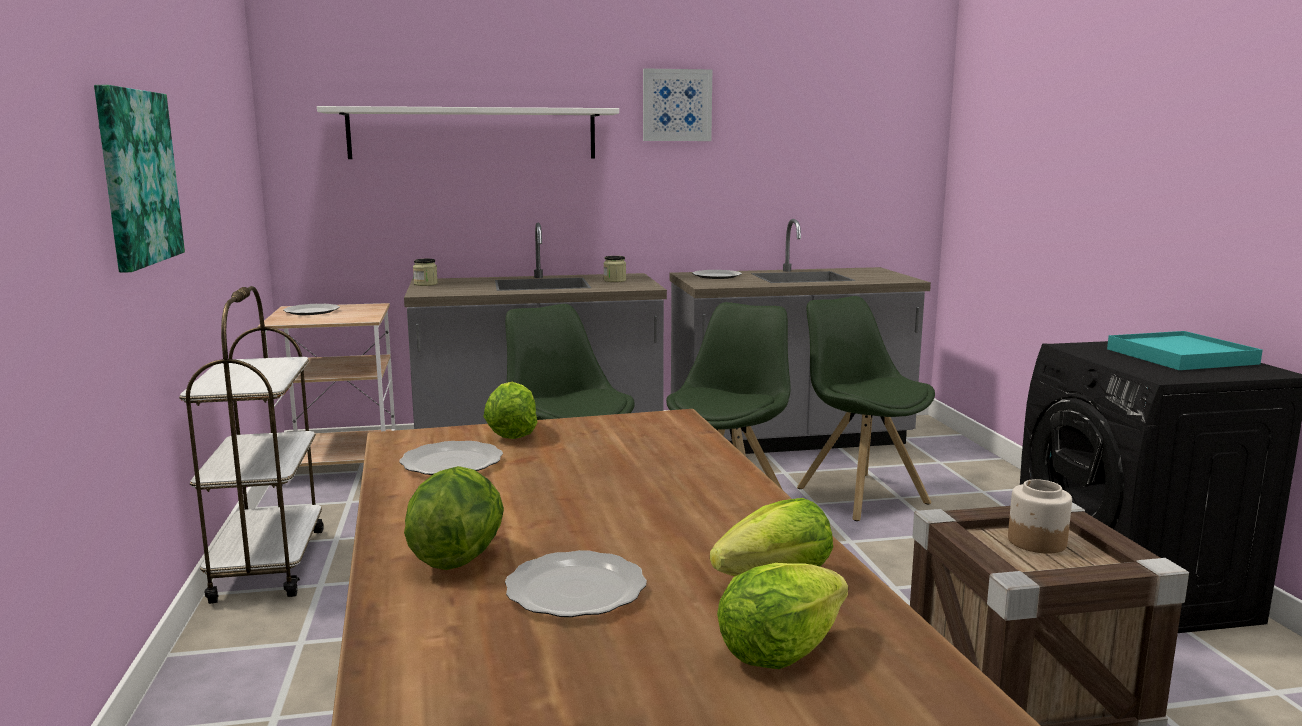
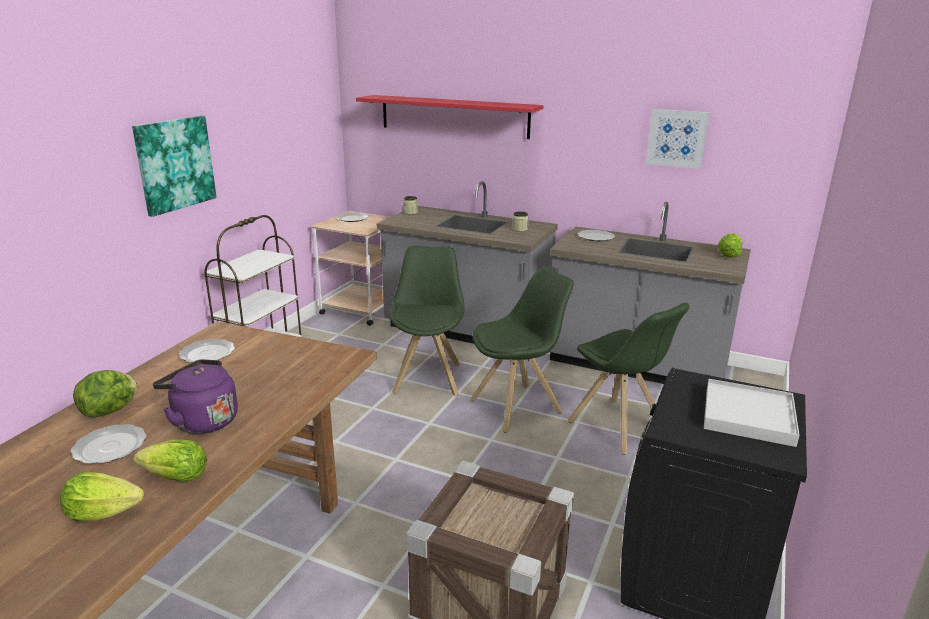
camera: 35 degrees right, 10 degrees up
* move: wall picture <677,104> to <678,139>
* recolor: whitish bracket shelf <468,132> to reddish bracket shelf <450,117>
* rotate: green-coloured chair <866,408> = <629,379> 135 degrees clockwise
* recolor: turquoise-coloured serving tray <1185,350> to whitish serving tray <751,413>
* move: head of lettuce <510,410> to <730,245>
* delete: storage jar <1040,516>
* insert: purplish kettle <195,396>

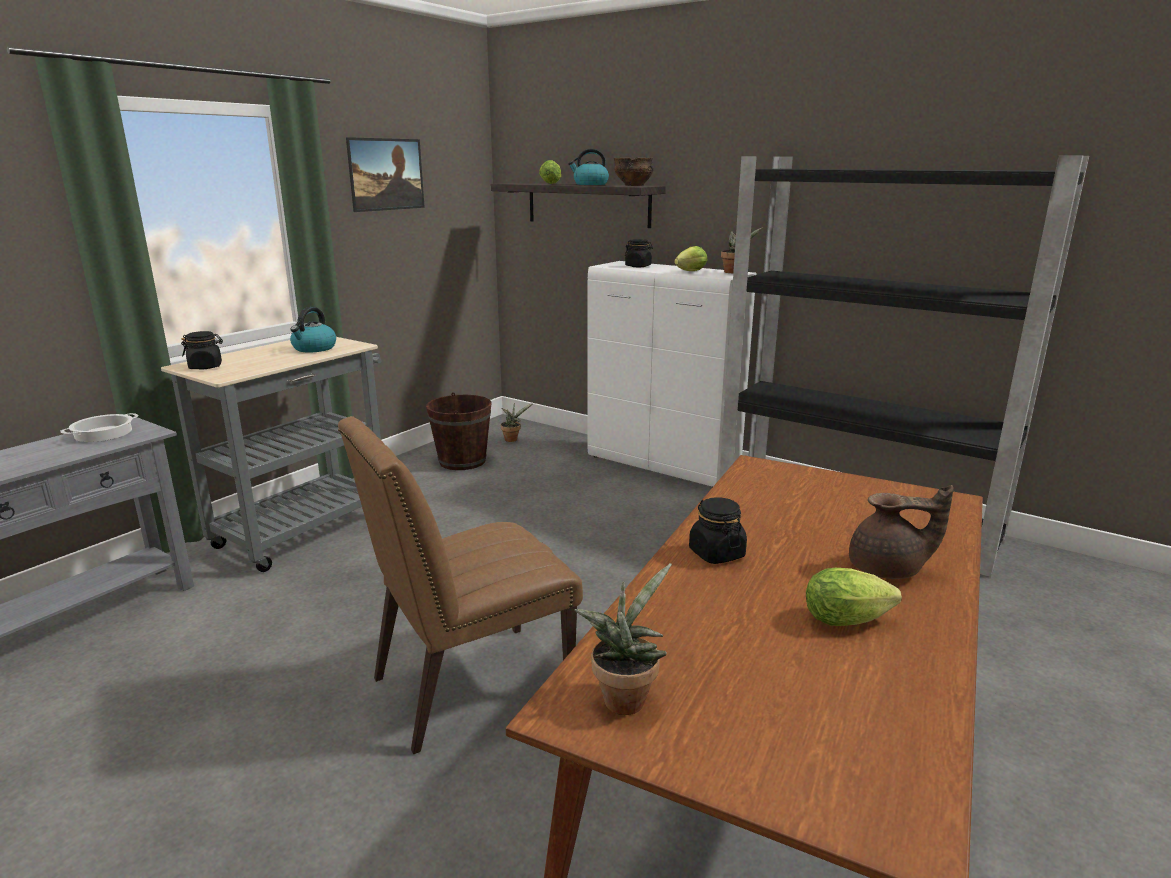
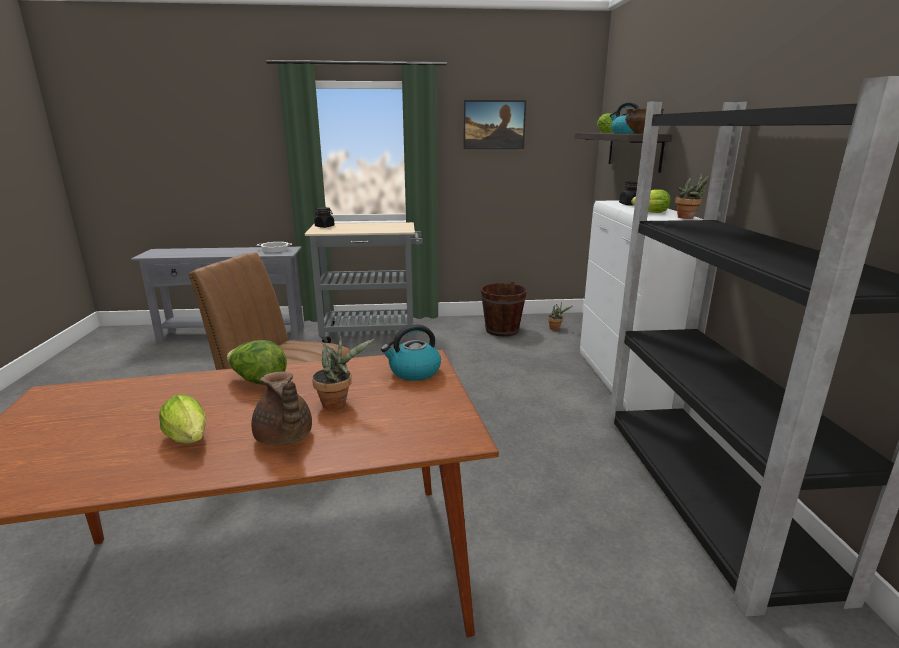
camera: 50 degrees right, 0 degrees up
* move: kettle <313,330> to <411,352>
* replace: black-coloured storage jar <718,530> to head of lettuce <257,362>
* move: plant in a pot <623,639> to <343,372>

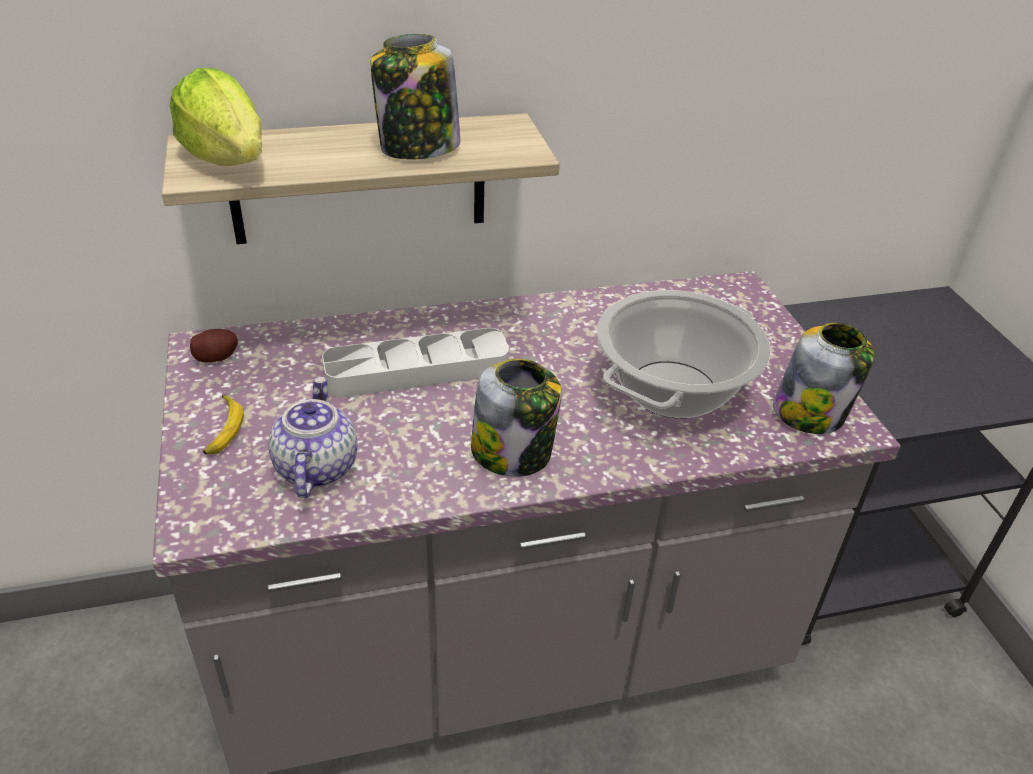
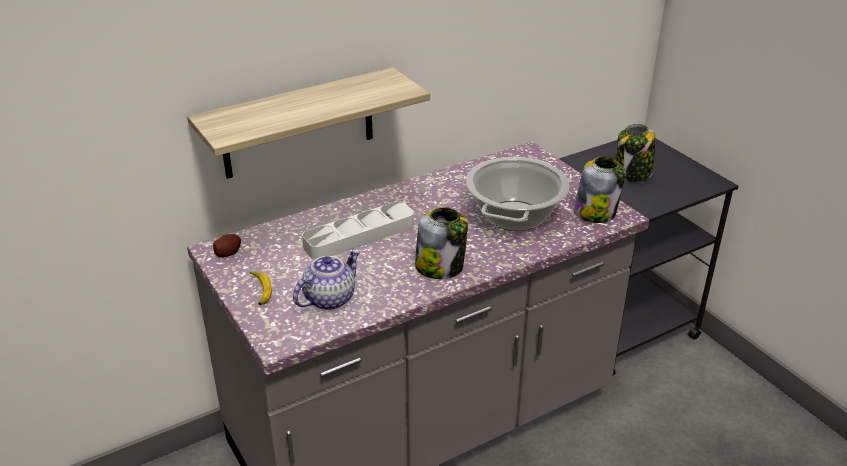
camera: 15 degrees left, 5 degrees down
* move: storage jar <415,96> to <636,153>
* delete: head of lettuce <216,117>
* rotate: teapot <312,437> = <326,279> 60 degrees clockwise

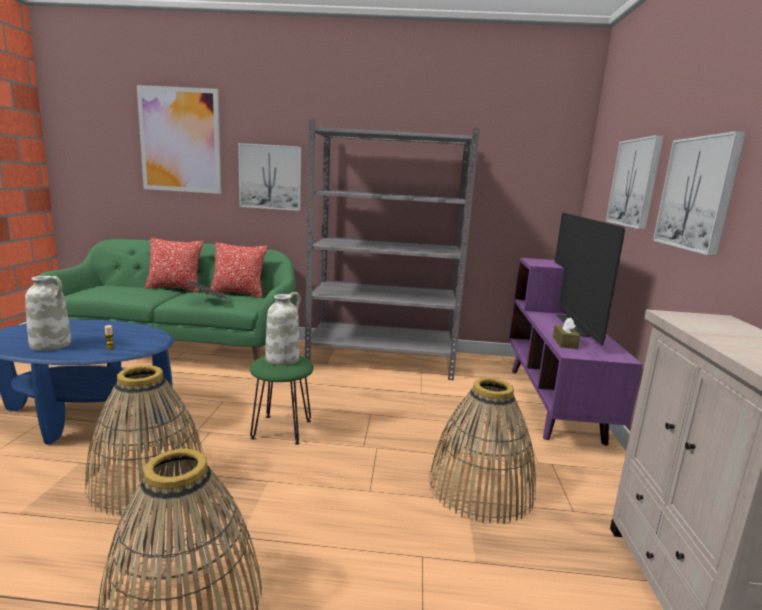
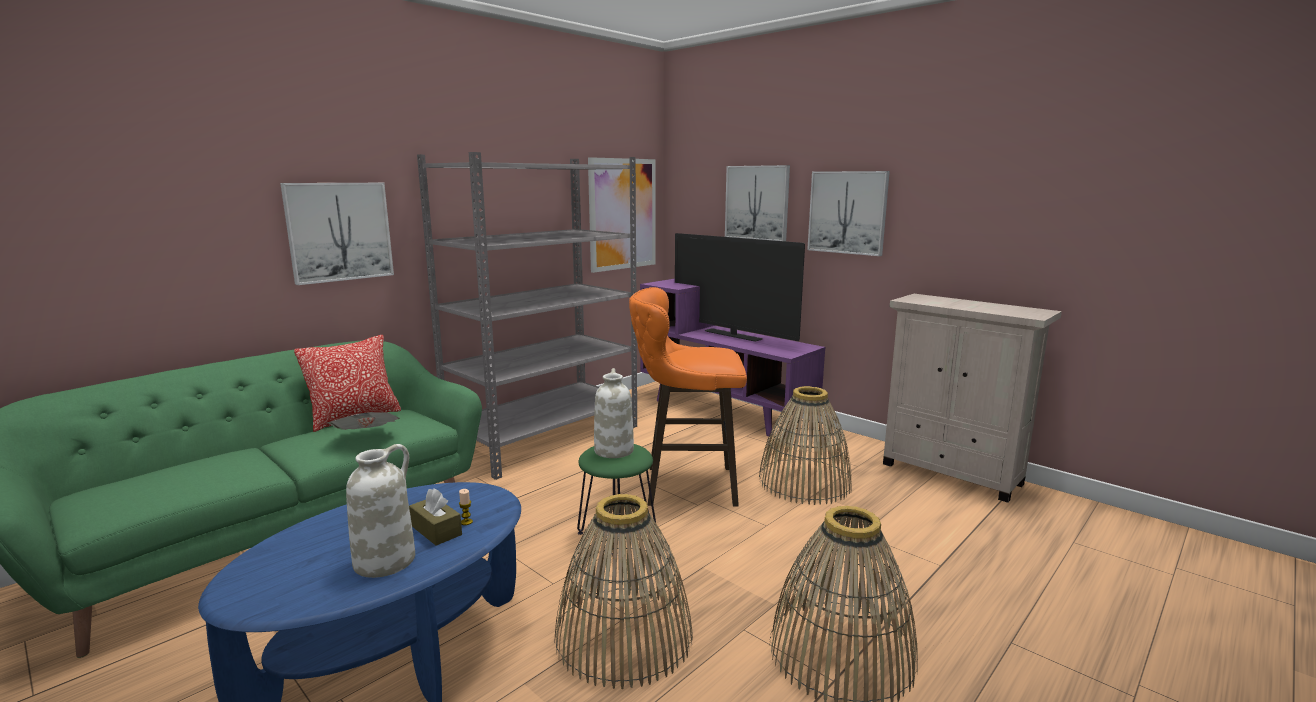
camera: 50 degrees left, 0 degrees up
* move: wall picture <179,139> to <622,215>
* delete: throw pillow <174,265>
* move: brown tissue box <566,333> to <435,517>
* insert: orange stool seat <688,397>

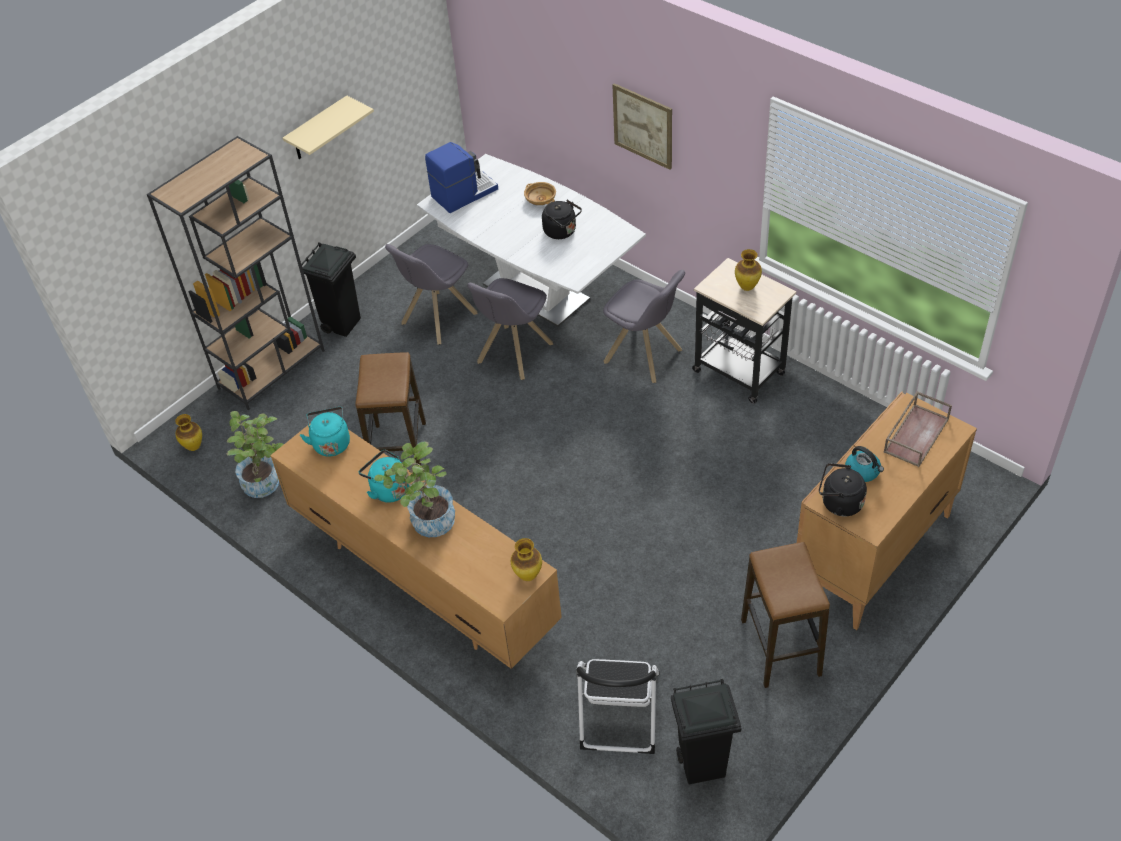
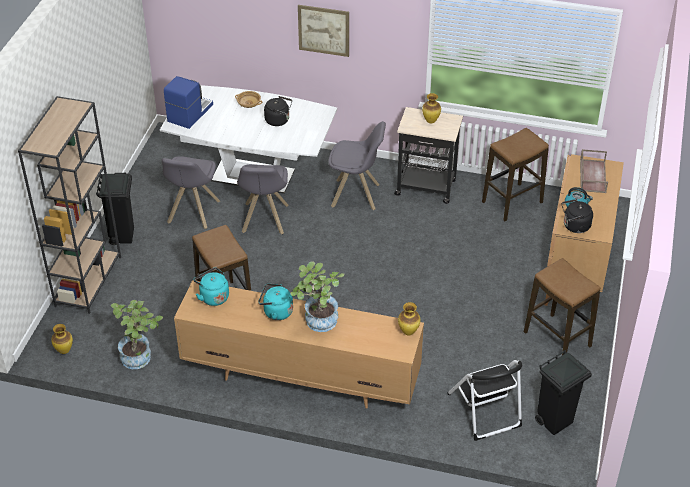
camera: 30 degrees left, 5 degrees down
* delete: beige-coloured bracket shelf <328,127>
* insert: stool seat <515,174>

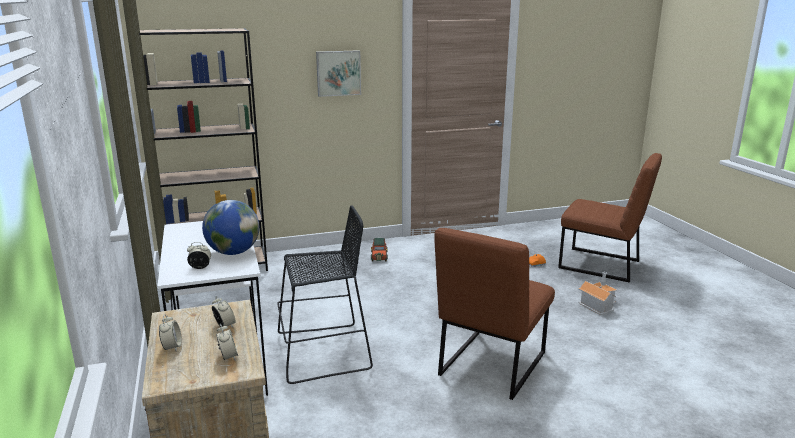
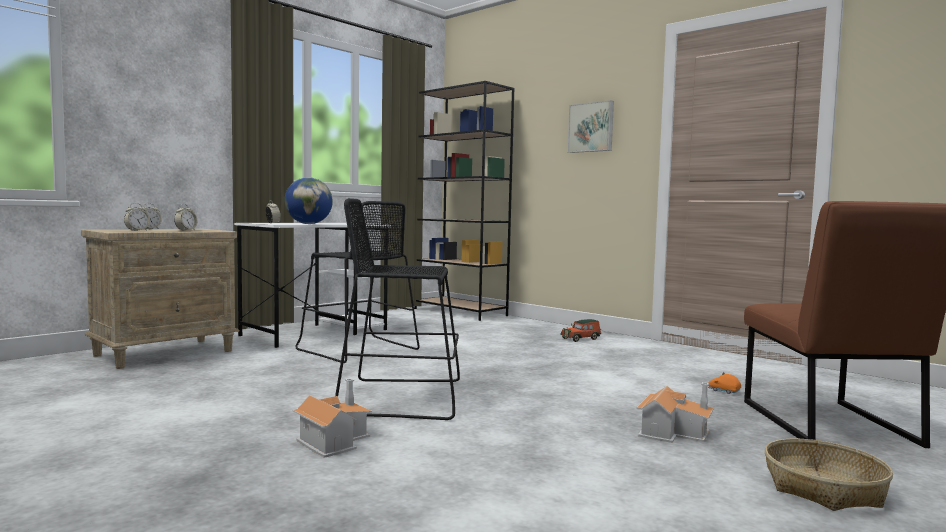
camera: 60 degrees right, 15 degrees down
* replace: brown chair <494,314> to black-coloured stool seat <397,309>
* insert: model house <332,418>
* insert: storage basket <829,475>

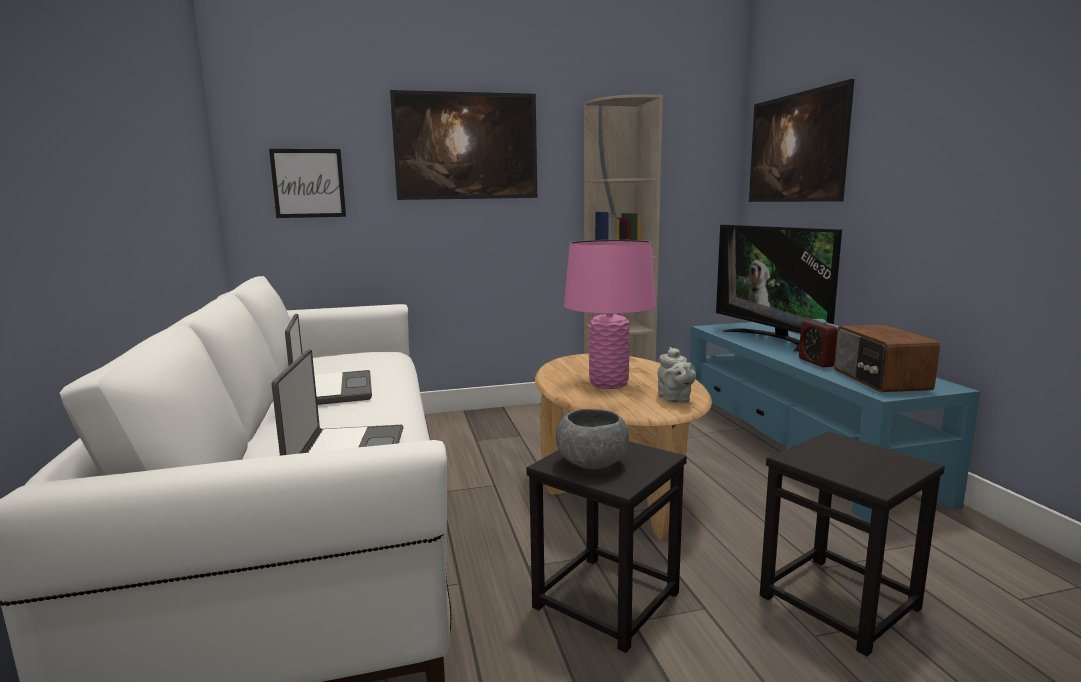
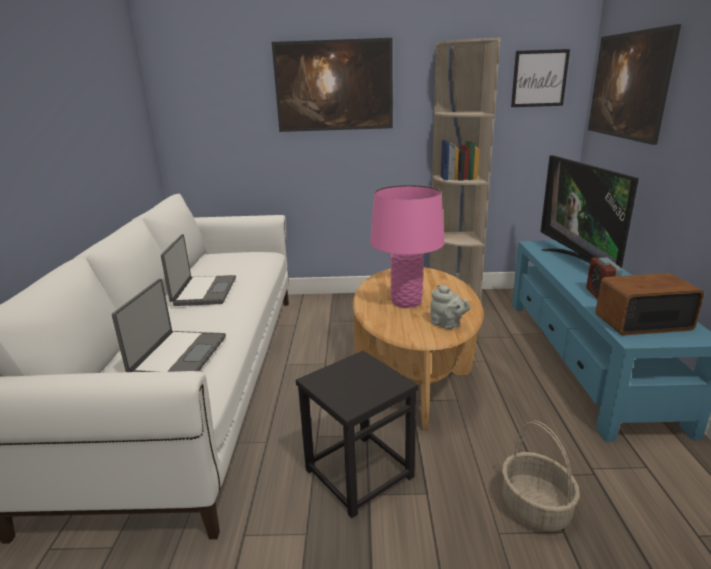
camera: 15 degrees right, 10 degrees up
* move: wall picture <307,183> to <540,78>
* rotate: radio set <887,358> = <650,304> 75 degrees clockwise
* rotate: gray teapot <677,375> = <450,306> 45 degrees counterclockwise
* delete: gray bowl <592,439>
* replace: black-coloured stool seat <852,543> to storage basket <541,476>

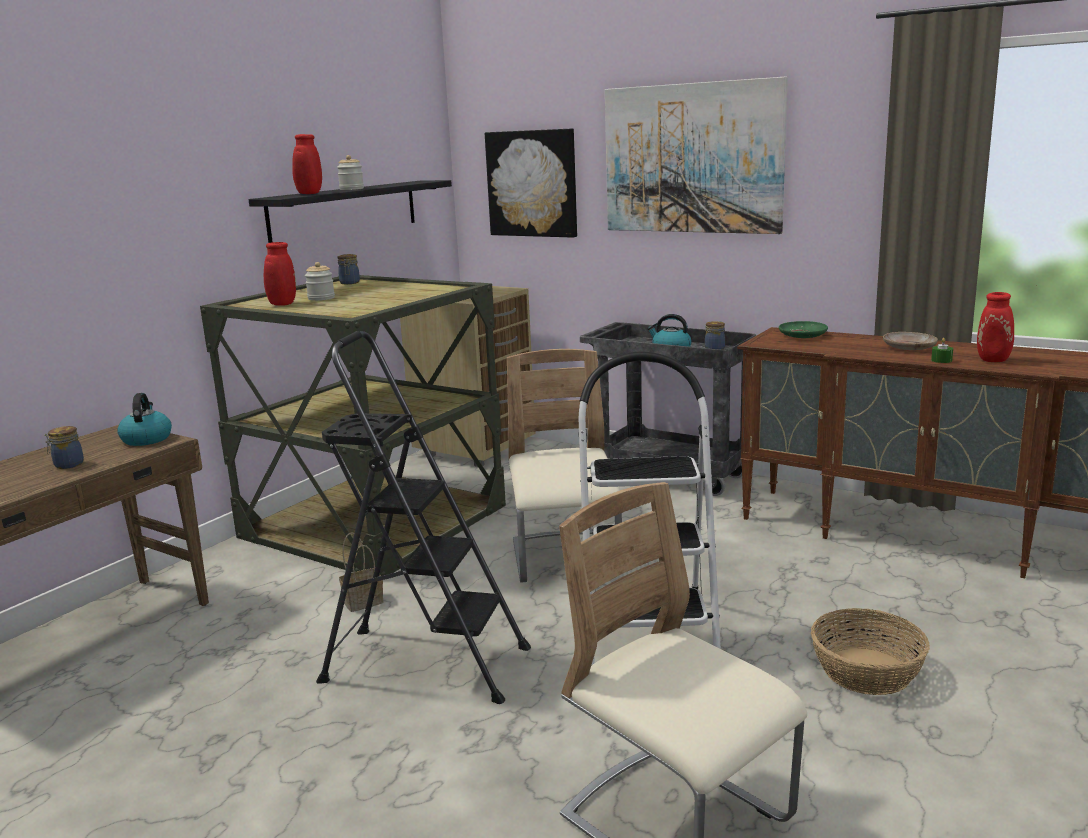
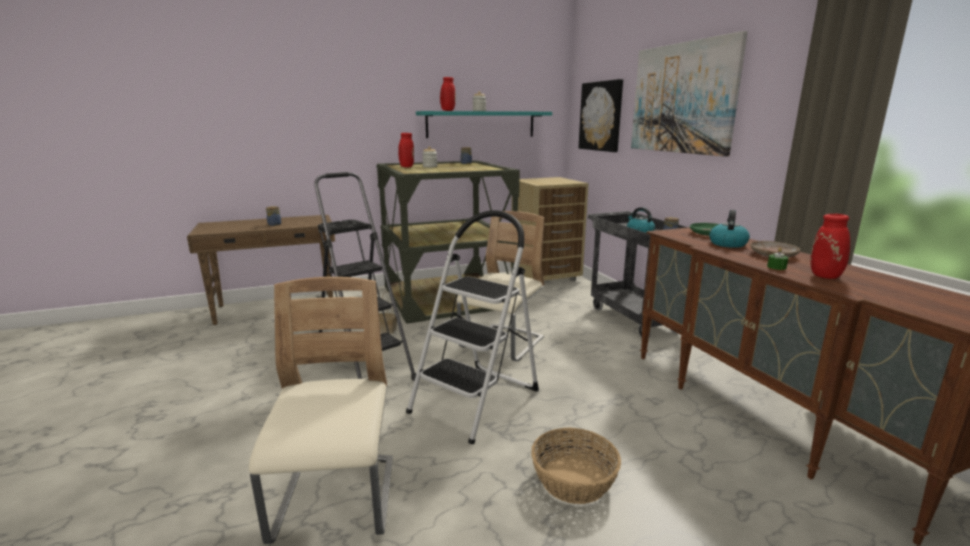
camera: 35 degrees right, 0 degrees up
* recolor: black-coloured bracket shelf <350,211> to turquoise-coloured bracket shelf <484,124>
* move: kettle <144,419> to <729,229>

